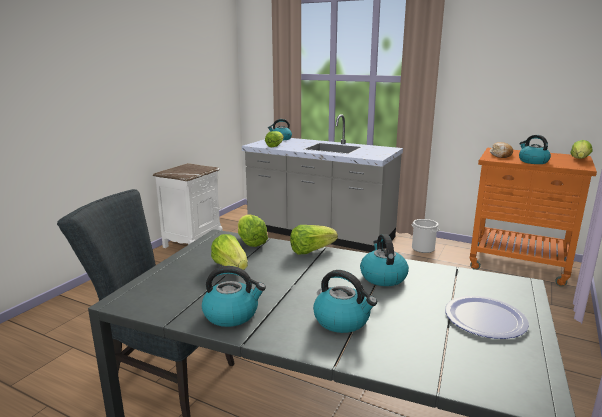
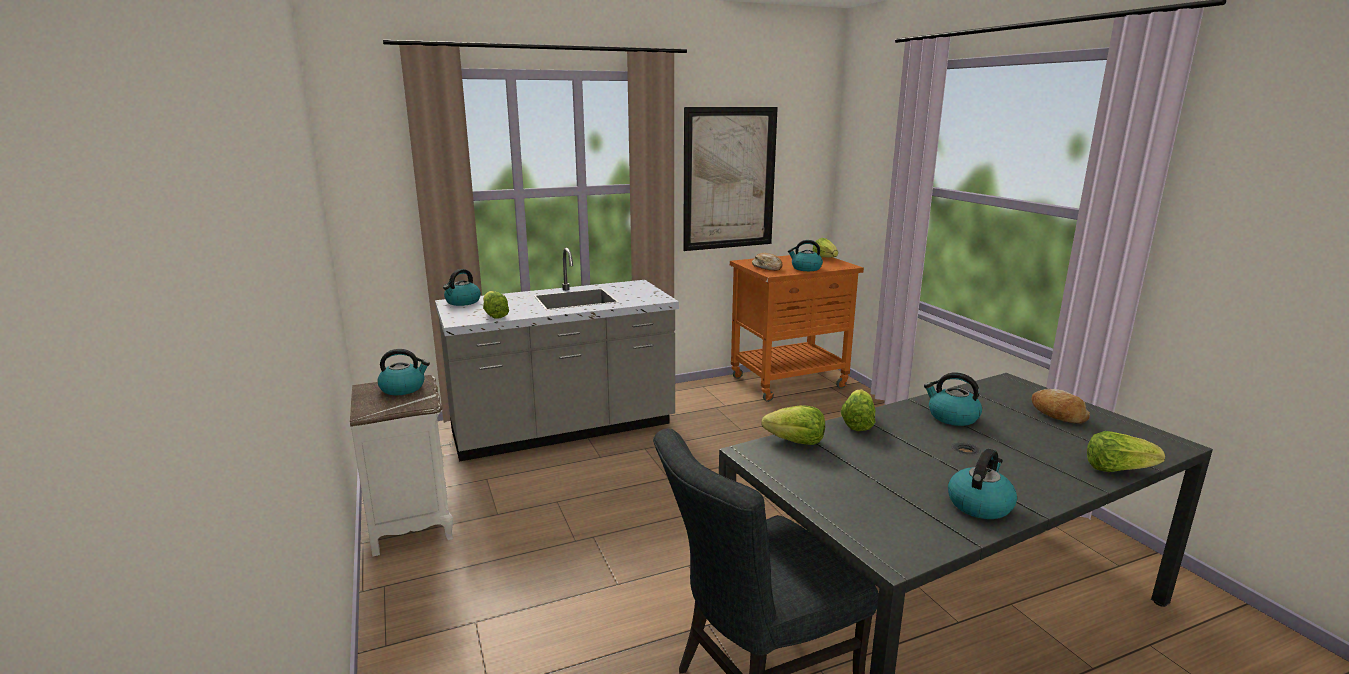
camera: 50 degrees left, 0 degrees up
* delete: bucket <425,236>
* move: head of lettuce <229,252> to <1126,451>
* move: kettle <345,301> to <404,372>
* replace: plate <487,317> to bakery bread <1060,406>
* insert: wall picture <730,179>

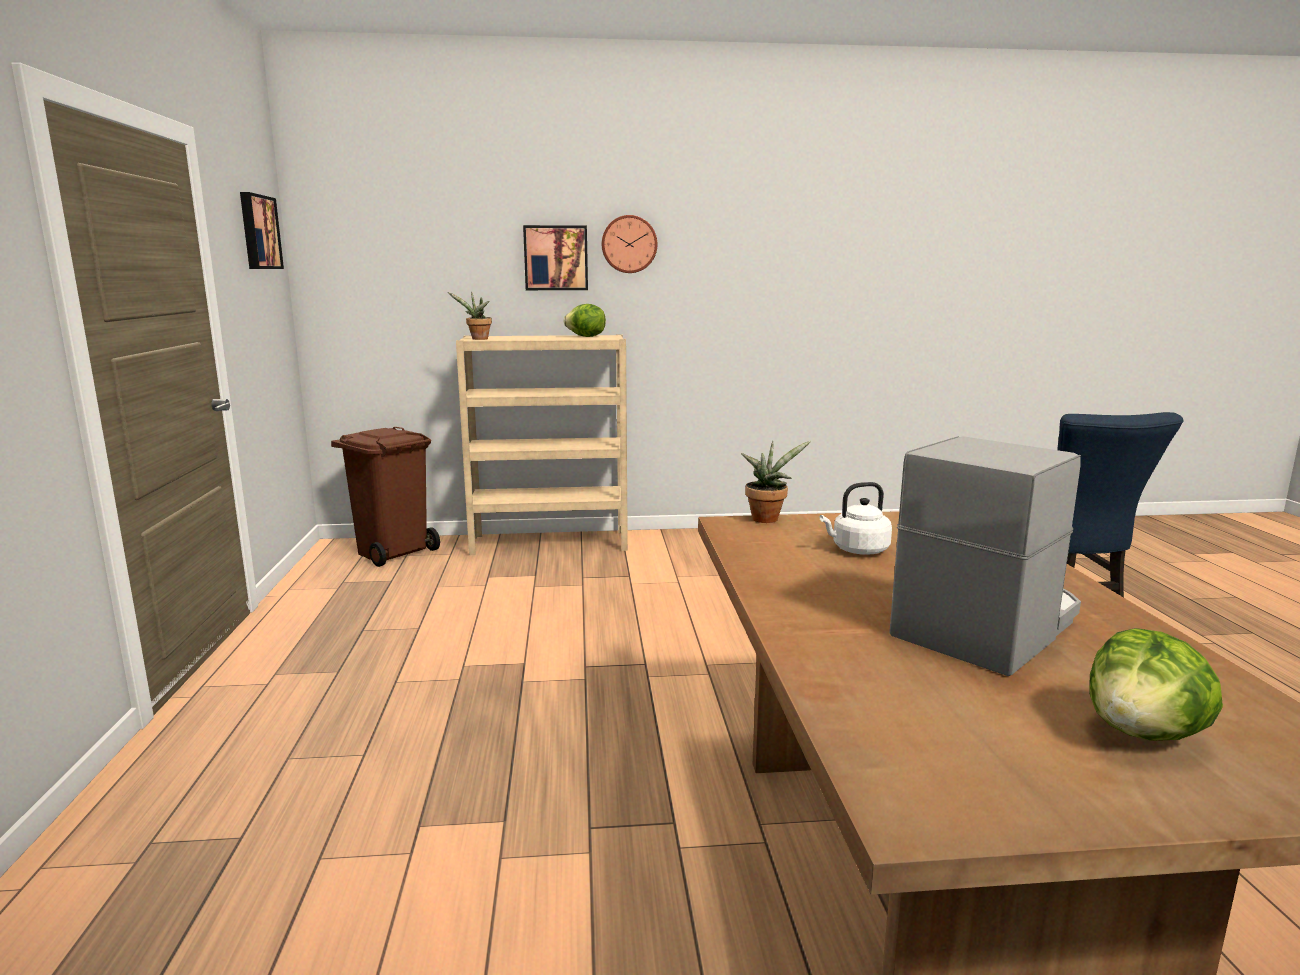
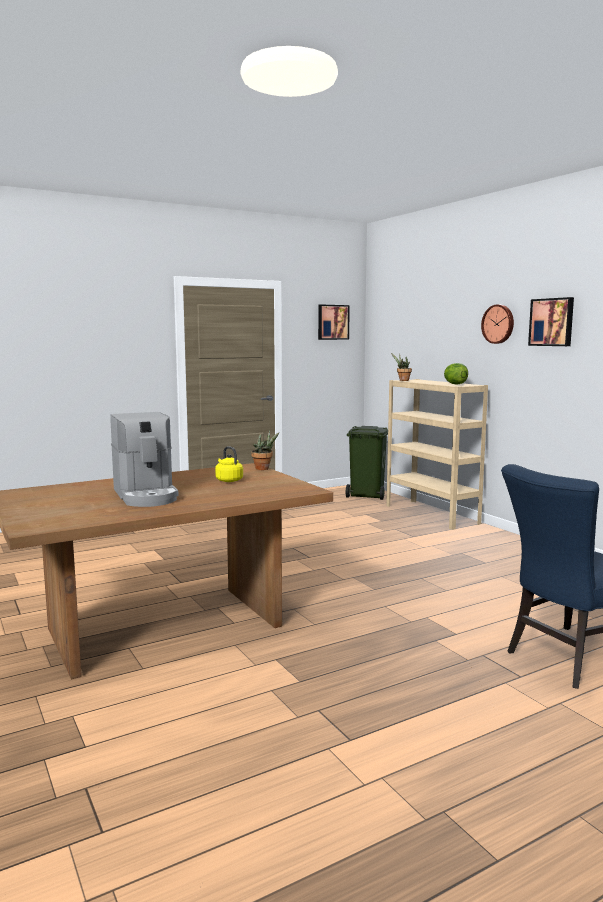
camera: 65 degrees right, 5 degrees down
* move: wall picture <555,257> to <551,321>
* recolor: brown waste bin <385,497> to green-coloured waste bin <367,463>
* rotate: coffee brewer <985,556> = <144,459> 45 degrees clockwise
* recolor: whitish kettle <856,518> to yellowish kettle <229,464>
* delete: head of lettuce <1156,684>

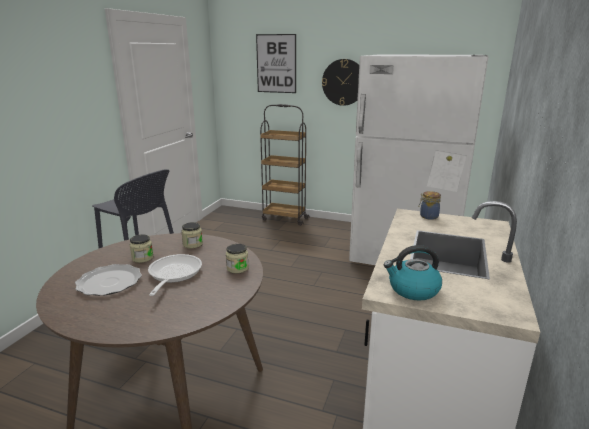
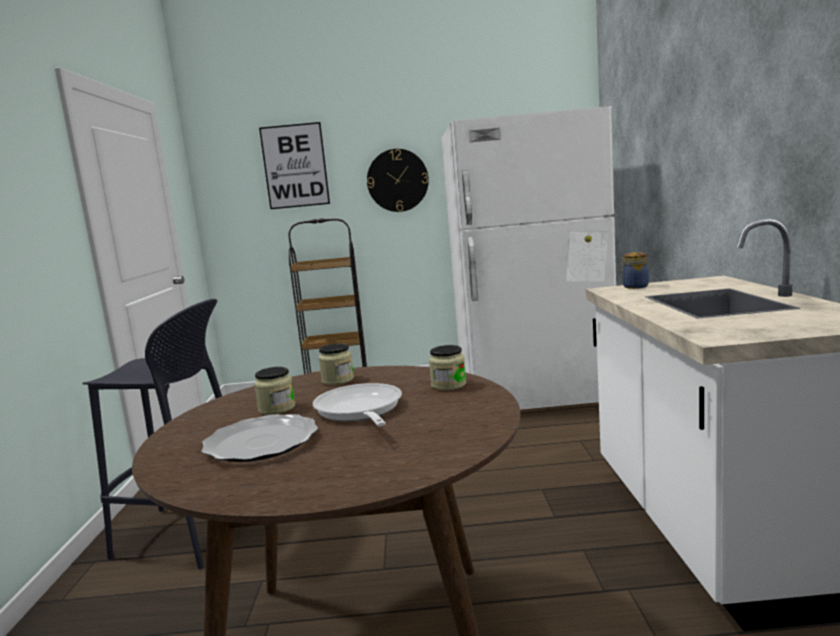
camera: 20 degrees left, 10 degrees down
* delete: kettle <413,273>

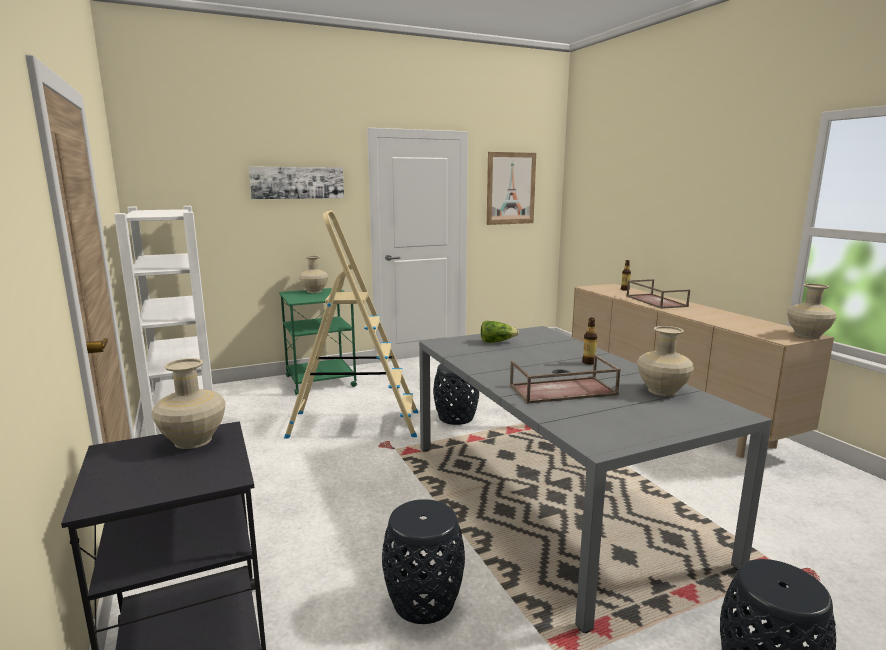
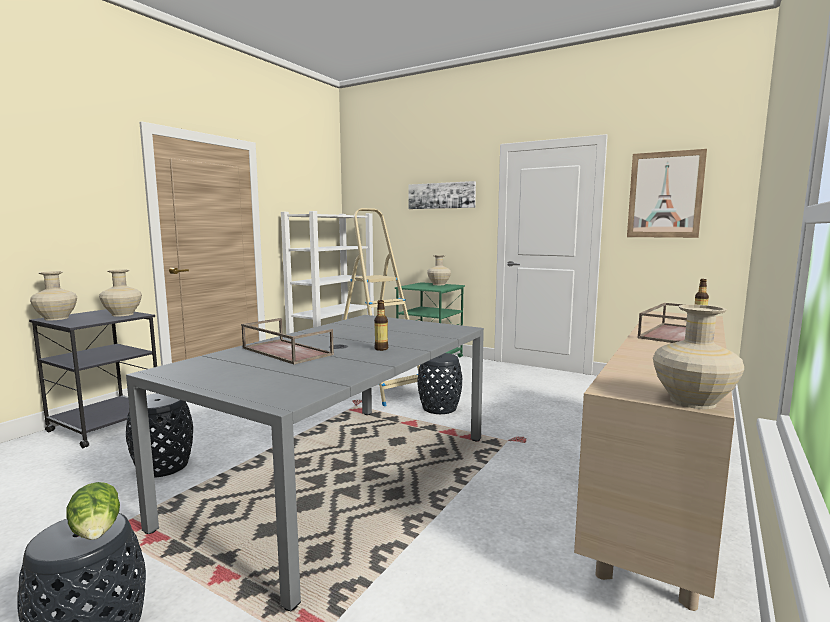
camera: 55 degrees right, 5 degrees down
* move: head of lettuce <500,332> to <93,511>
* move: beige-coloured decorative vase <665,361> to <53,295>

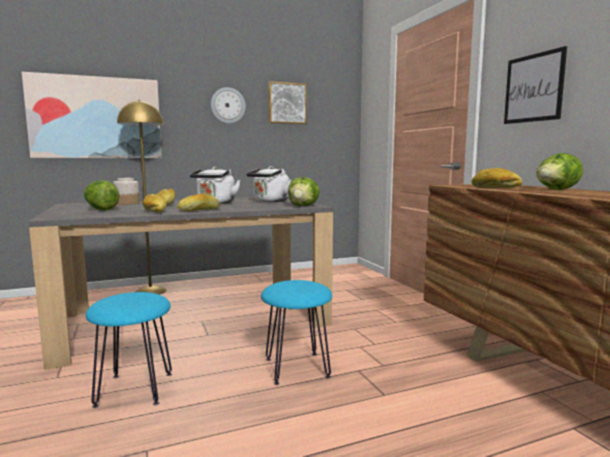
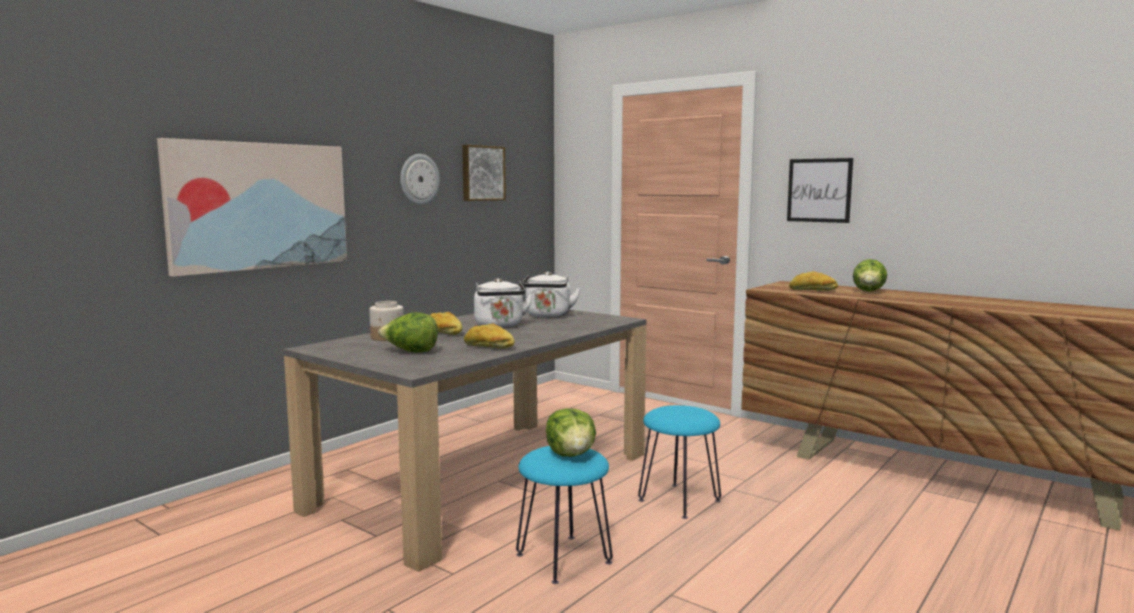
camera: 30 degrees left, 0 degrees up
* delete: yellowish standing lamp <142,197>
* move: head of lettuce <304,191> to <571,432>
* delete: bakery bread <198,202>

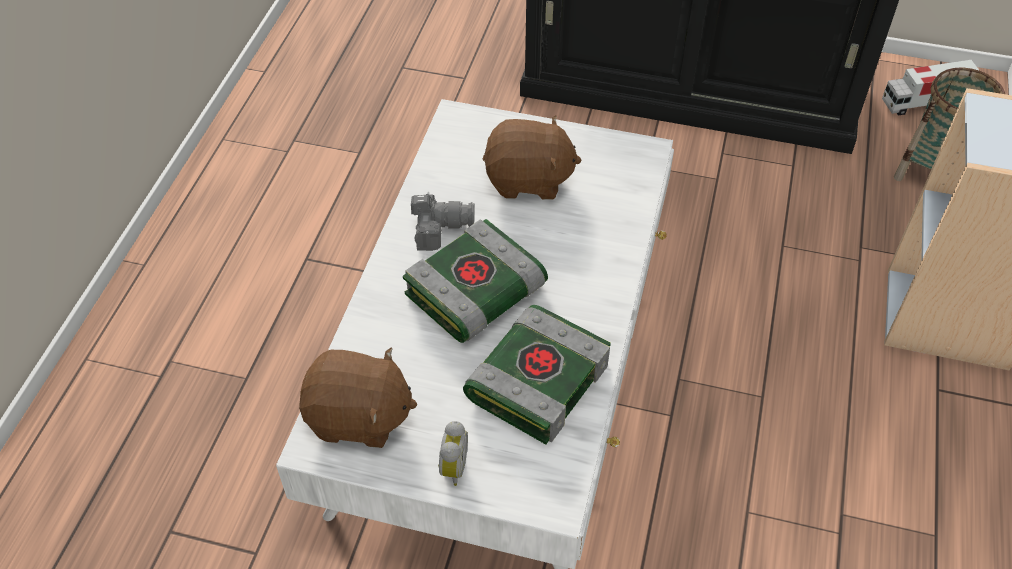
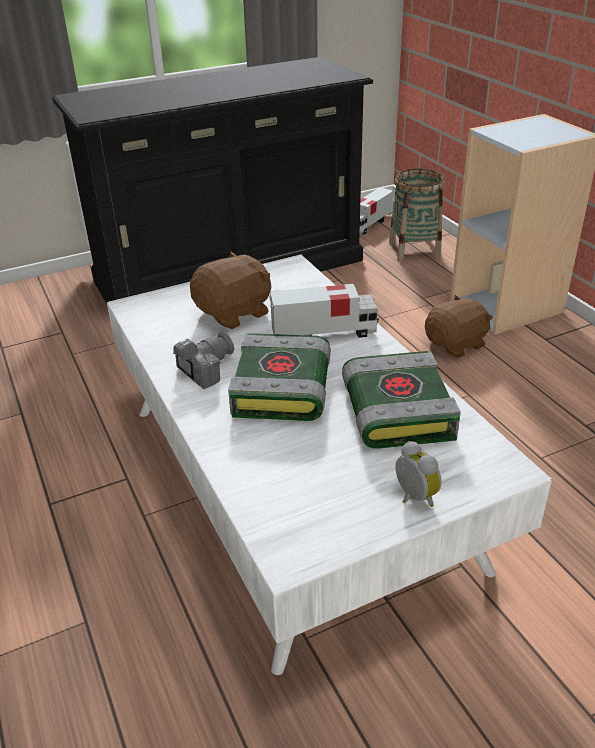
camera: 40 degrees left, 15 degrees down
* move: brown soft toy <358,397> to <459,326>
* insert: model truck <324,311>

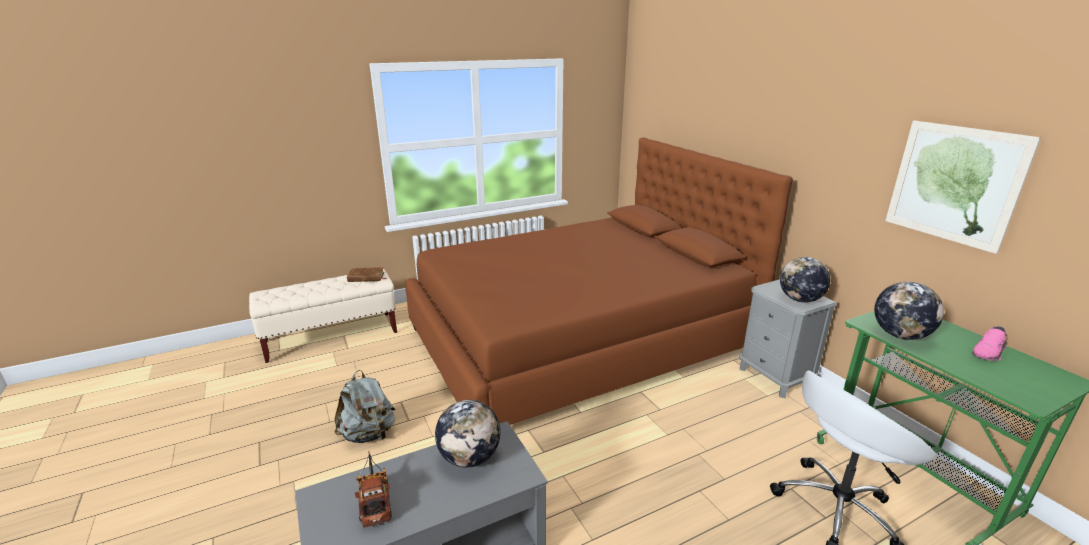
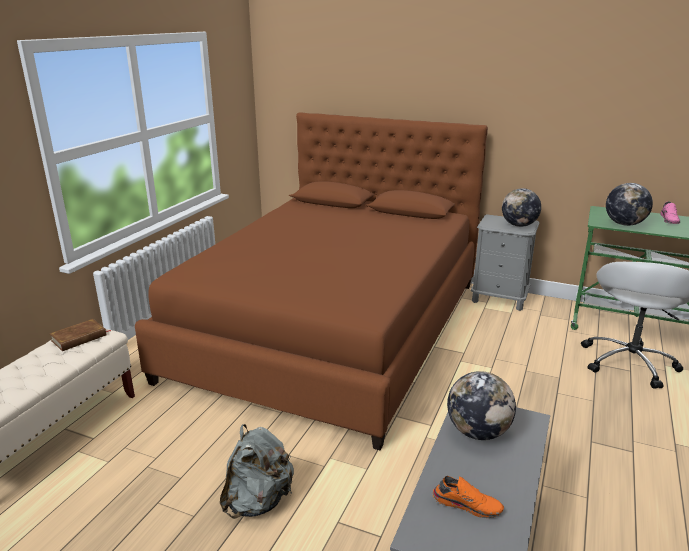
camera: 40 degrees left, 0 degrees up
* delete: wall picture <963,187>
* replace: model truck <373,490> to orange shoe <468,497>

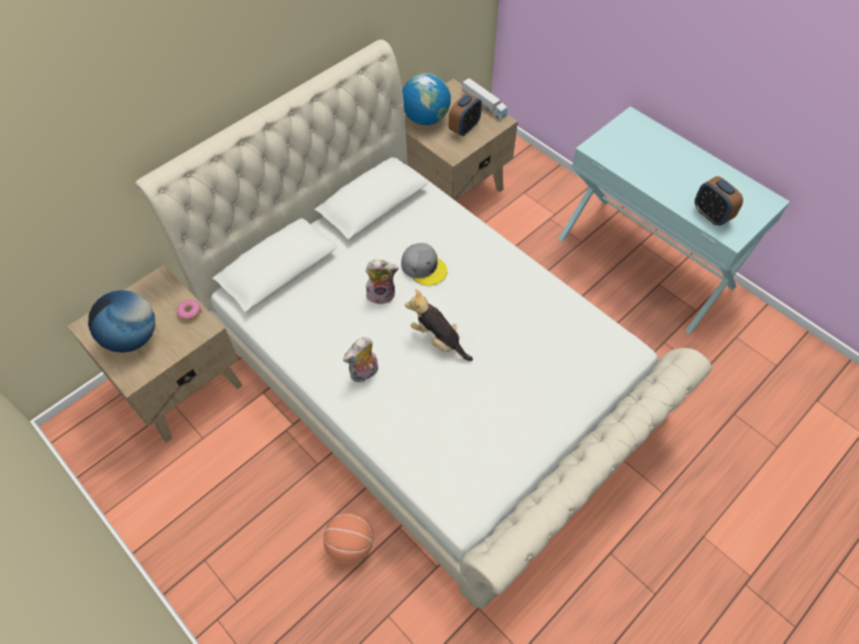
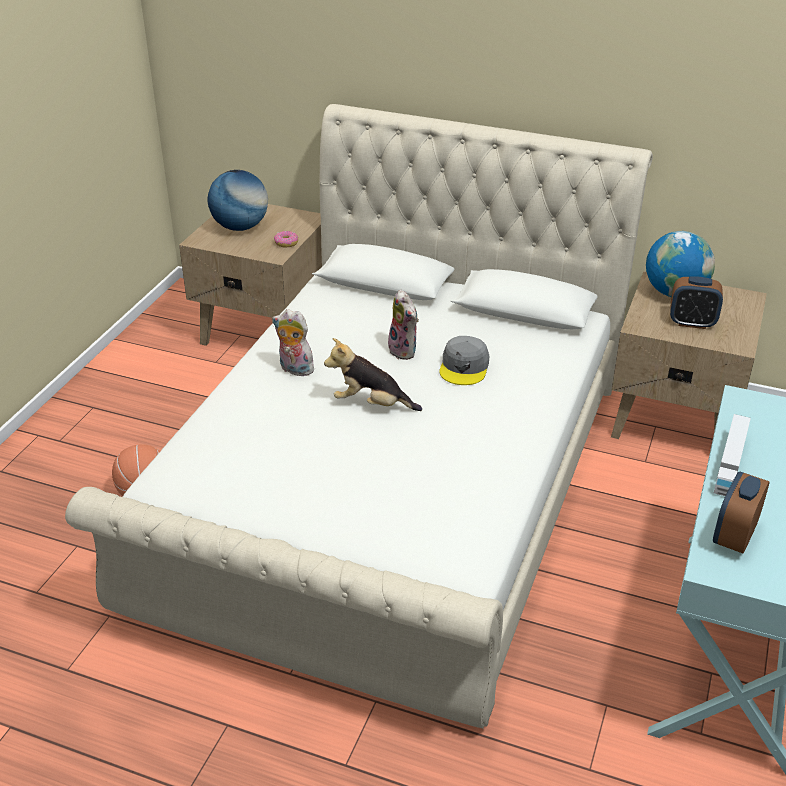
camera: 65 degrees right, 20 degrees down
* move: model truck <485,99> to <732,455>
* rotate: soft toy <439,325> = <373,374> 90 degrees counterclockwise

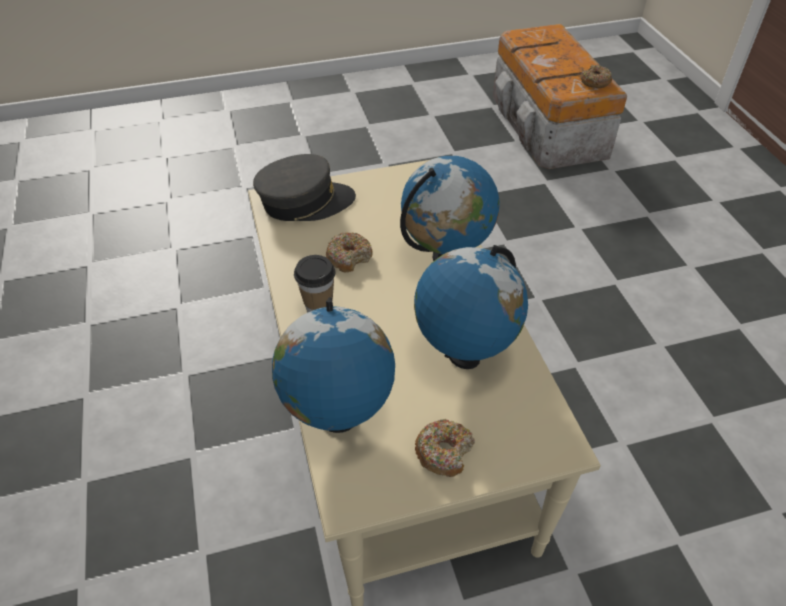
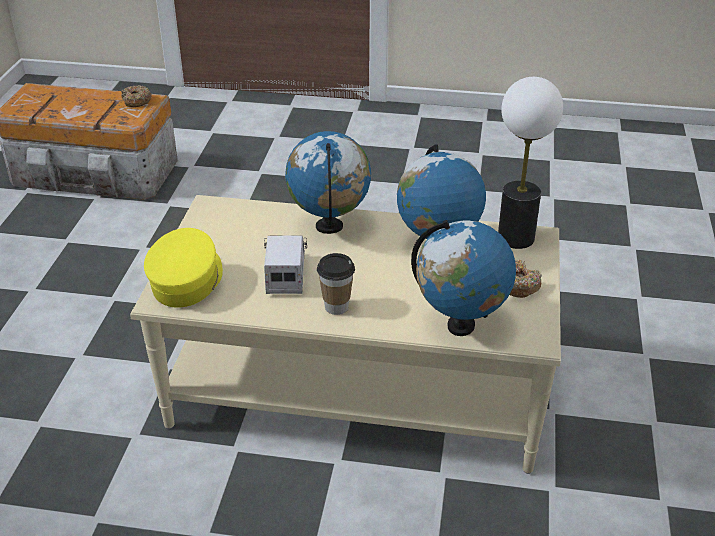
camera: 65 degrees left, 10 degrees down
* recolor: gray peaked cap <304,187> to yellowish peaked cap <183,268>
* replace: donut <349,252> to model truck <285,264>
* insert: lamp for a table <530,163>

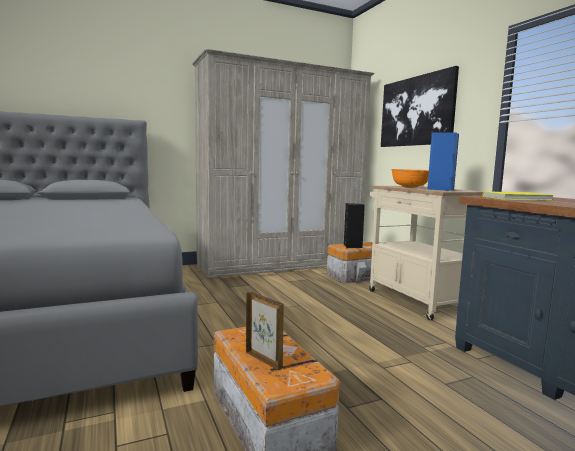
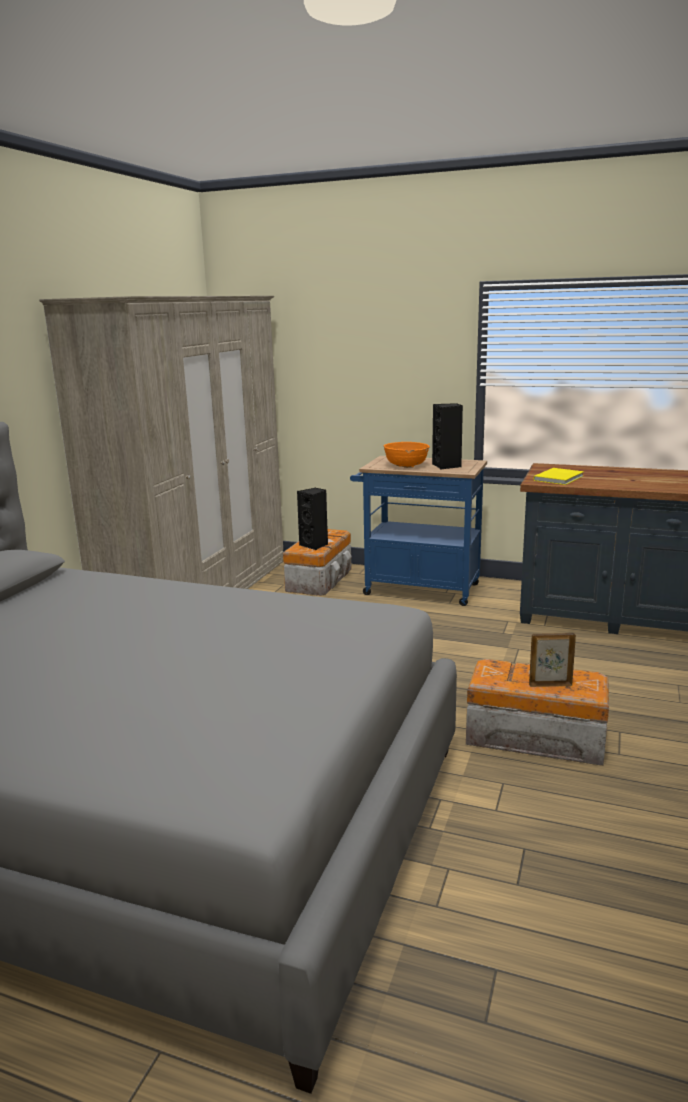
camera: 45 degrees left, 10 degrees up
* delete: wall picture <420,106>
* recolor: blue speaker <443,161> to black-coloured speaker <447,436>
* recolor: beige-coloured wheeled cart <426,253> to blue wheeled cart <418,531>

